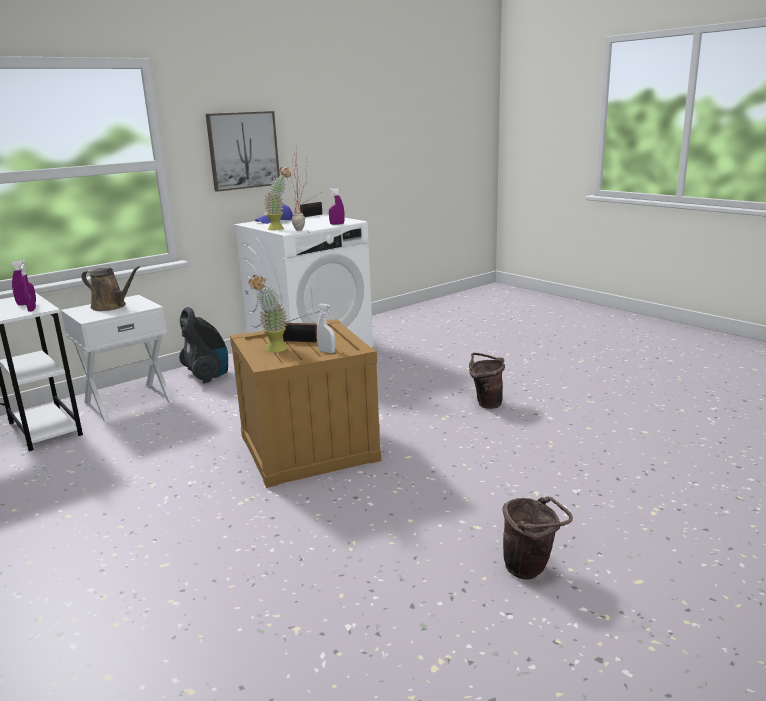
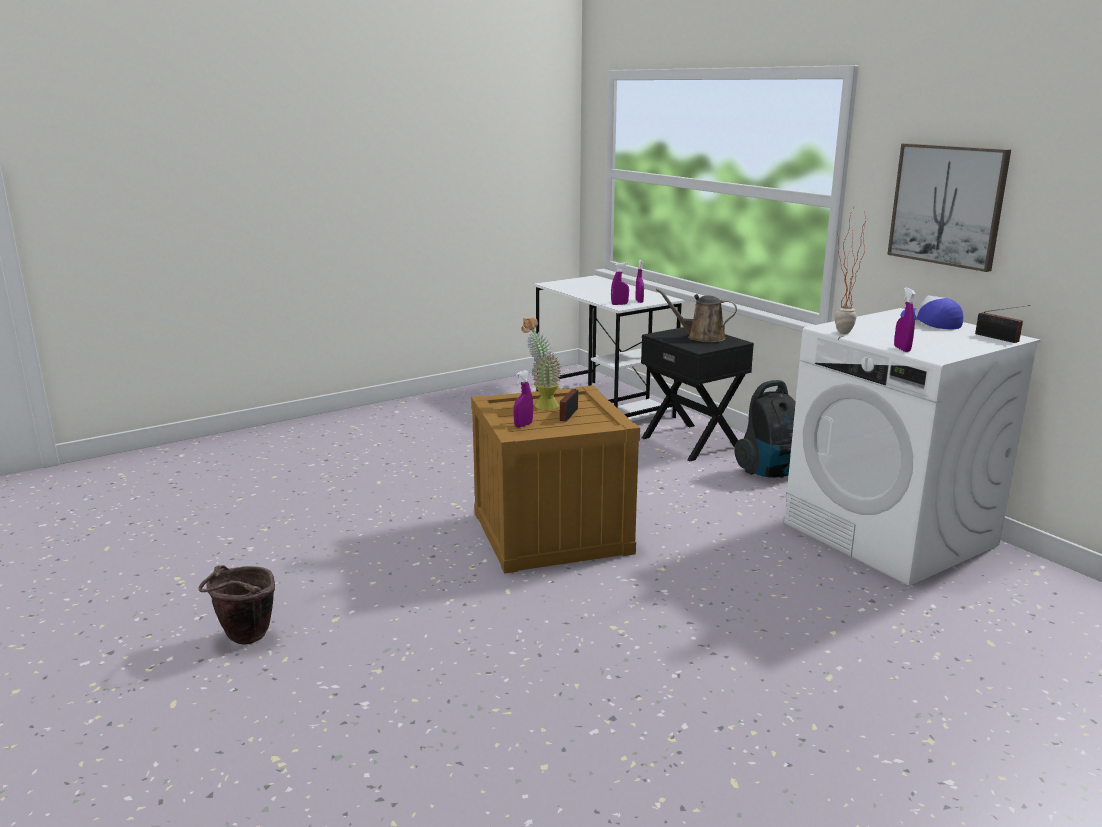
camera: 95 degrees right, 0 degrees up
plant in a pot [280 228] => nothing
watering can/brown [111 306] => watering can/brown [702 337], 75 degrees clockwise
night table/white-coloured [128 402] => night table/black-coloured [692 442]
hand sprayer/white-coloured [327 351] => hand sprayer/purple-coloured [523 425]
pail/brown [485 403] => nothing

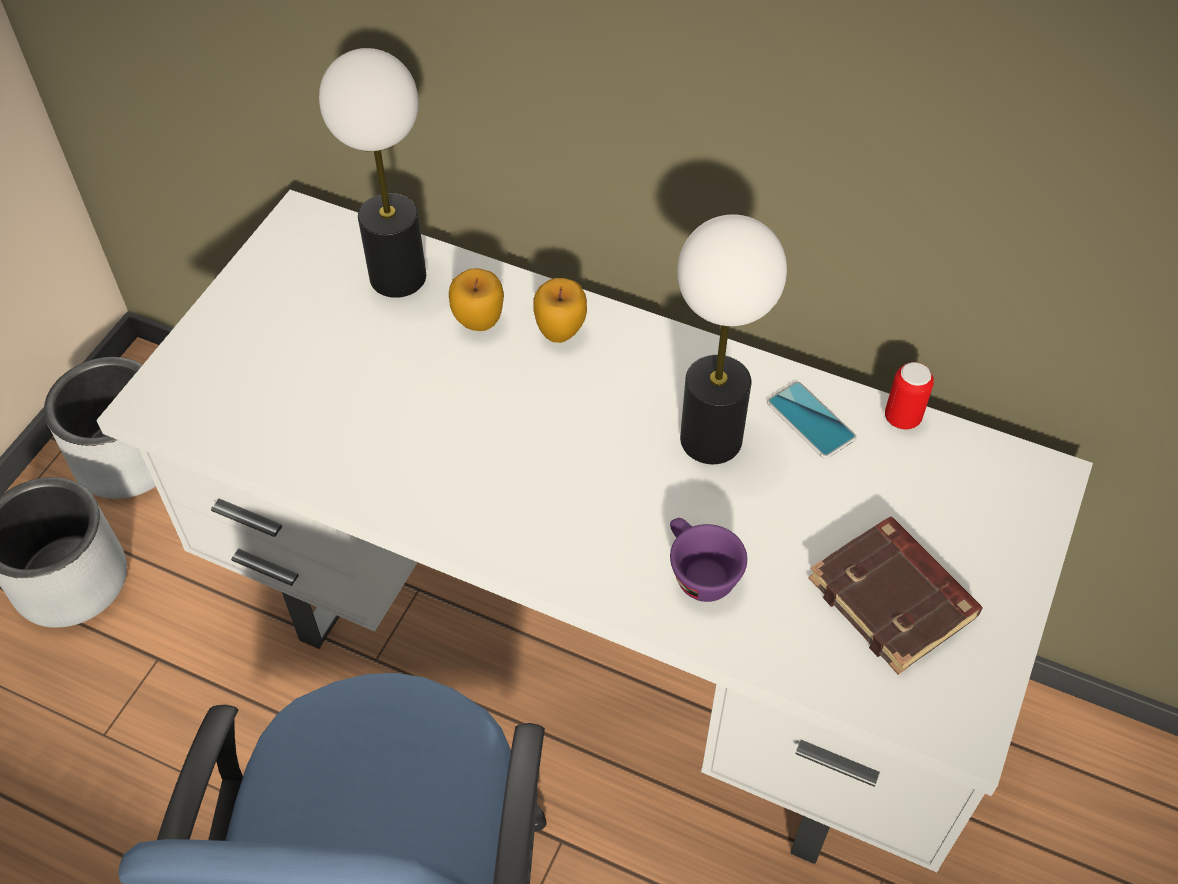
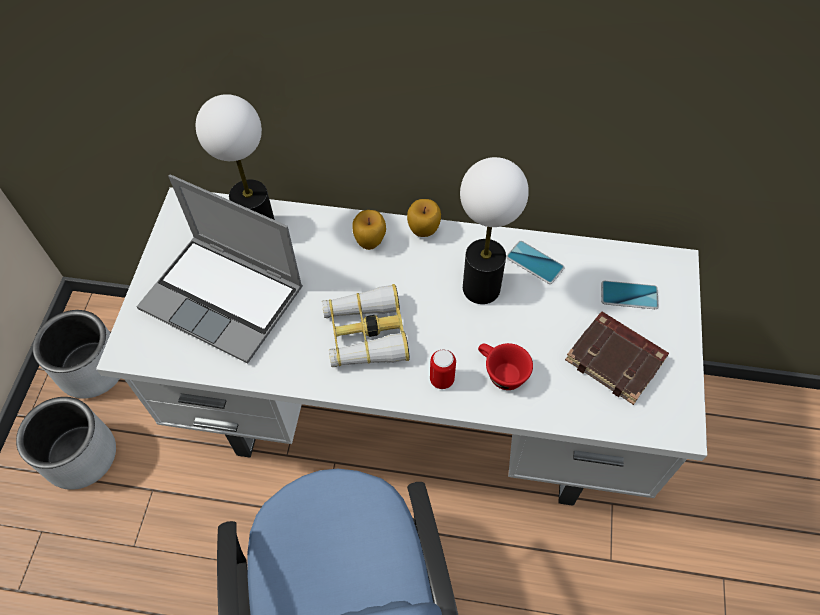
camera: 15 degrees left, 5 degrees up
whole apple [478 323] => whole apple [423 231], move
metal can [902 418] => metal can [442 379], move
drinking cup/purple-coloured [698 573] => drinking cup/red [500 373]
nothing => notebook computer [225 298]
nothing => telephone [629 295]
nothing => pair of binoculars [365 334]

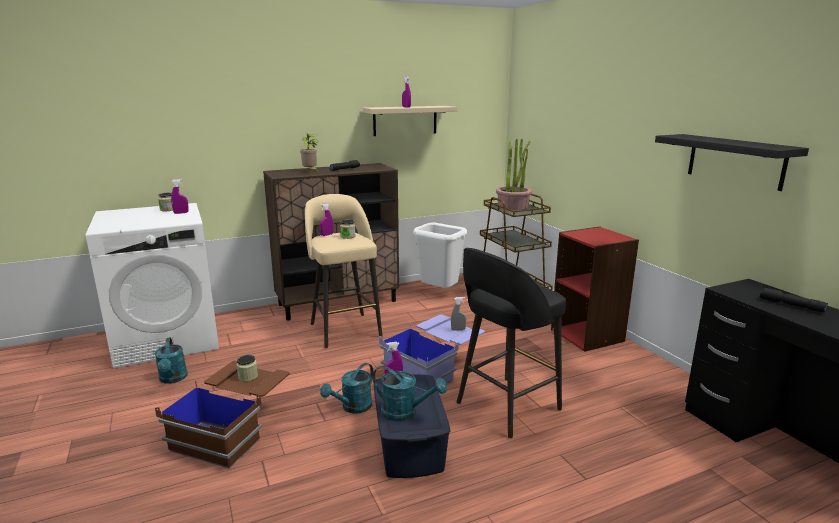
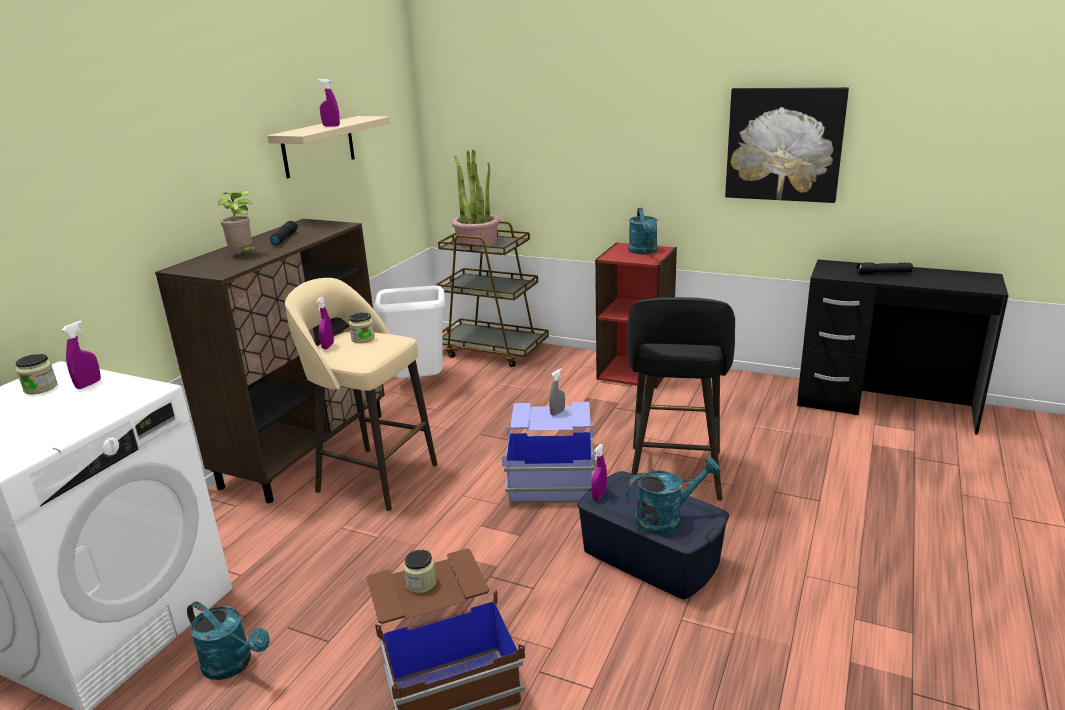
camera: 40 degrees left, 5 degrees up
bracket shelf/black-coloured [735 161] => picture [784 144]
watering can/blue-green [353 408] => watering can/blue-green [644 252], move

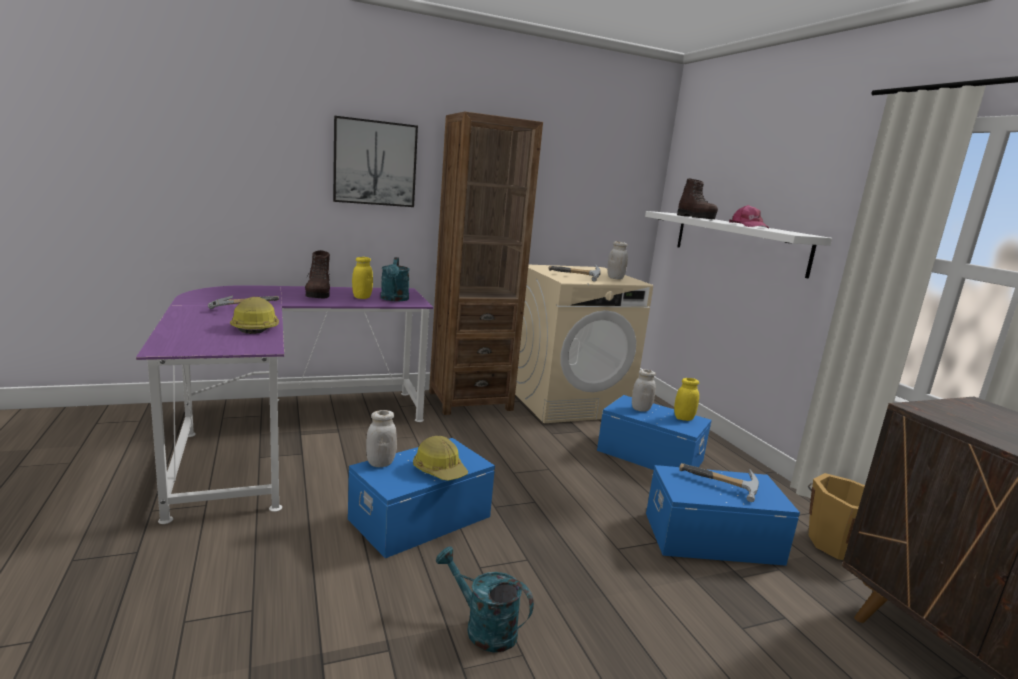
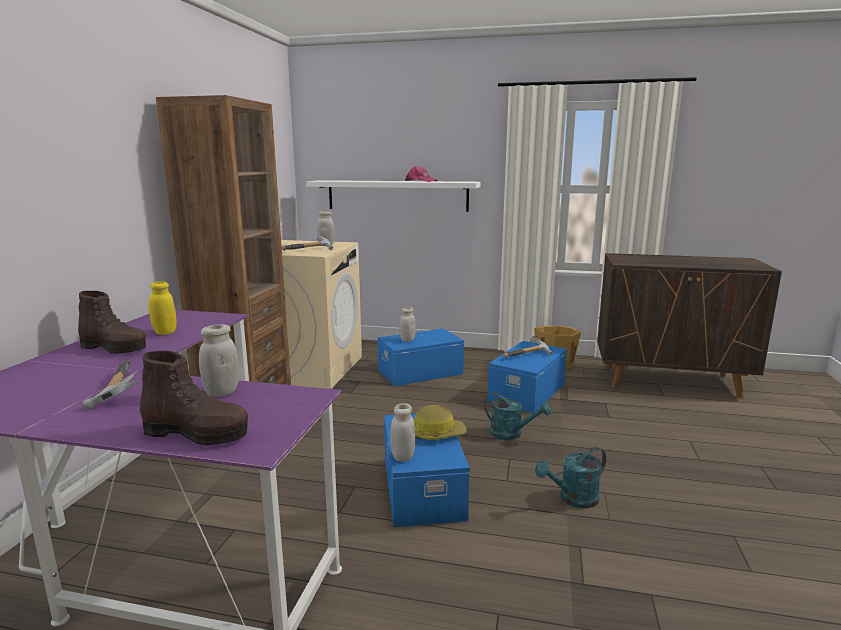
camera: 55 degrees left, 0 degrees up
picture [375 163] => nothing
tall boot/brown [696 217] => tall boot/brown [197 433], move
watering can/blue-green [394 299] => watering can/blue-green [511 434], move
hard hat [256 327] => storage jar/white-coloured [222 392]
storage jar/yellowish [683 418] => nothing

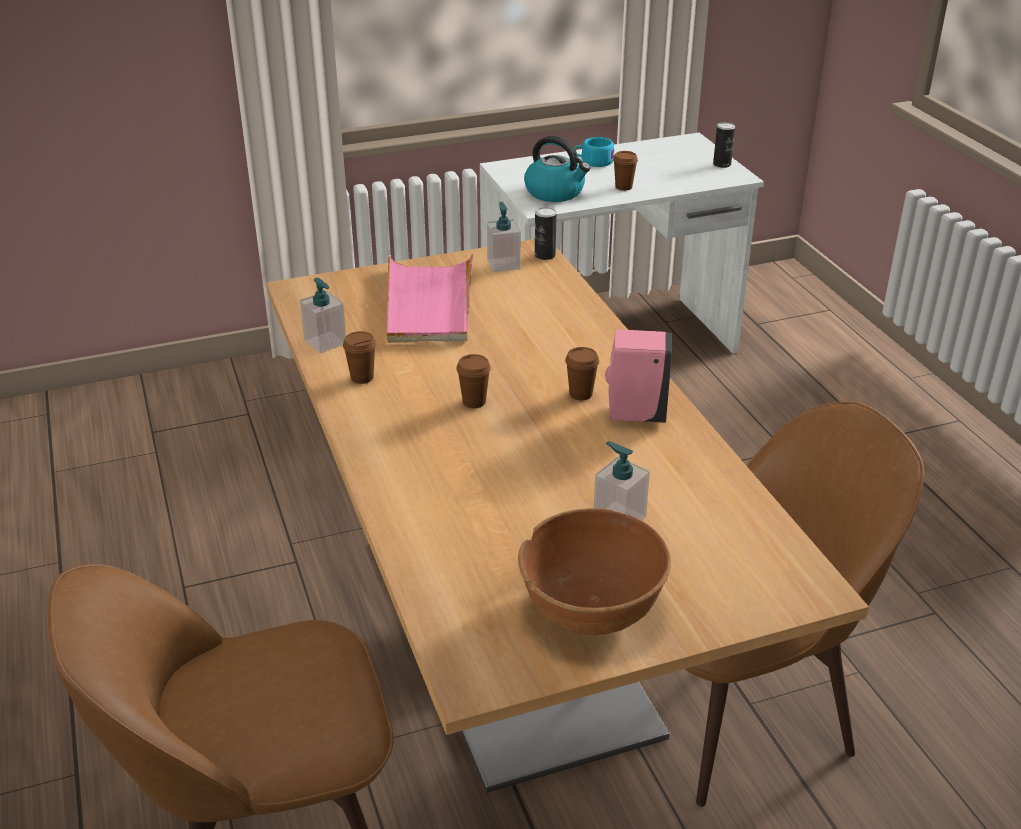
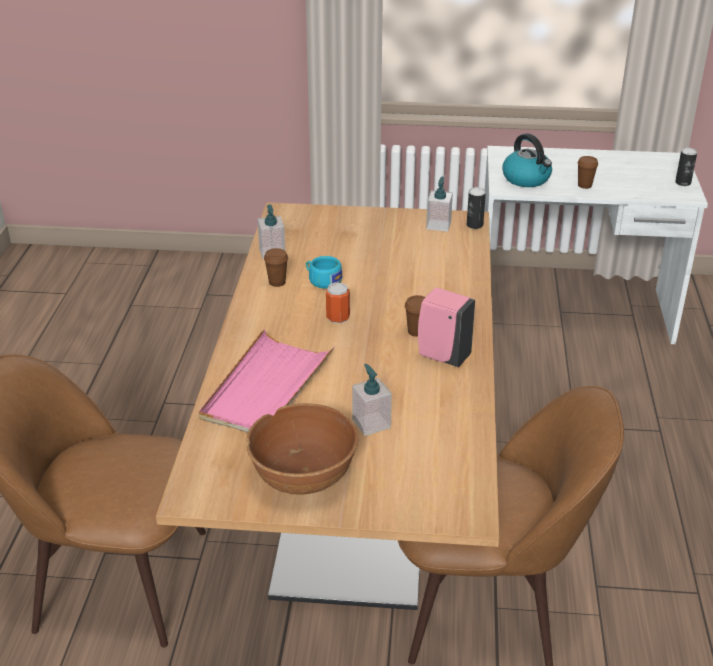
camera: 25 degrees right, 0 degrees up
drinking cup/blue-green [593 162] => drinking cup/blue-green [322 280], move
serving tray/pink-coloured [429 304] => serving tray/pink-coloured [267 388], move
drinking cup/brown [474 402] => metal can [338 317]

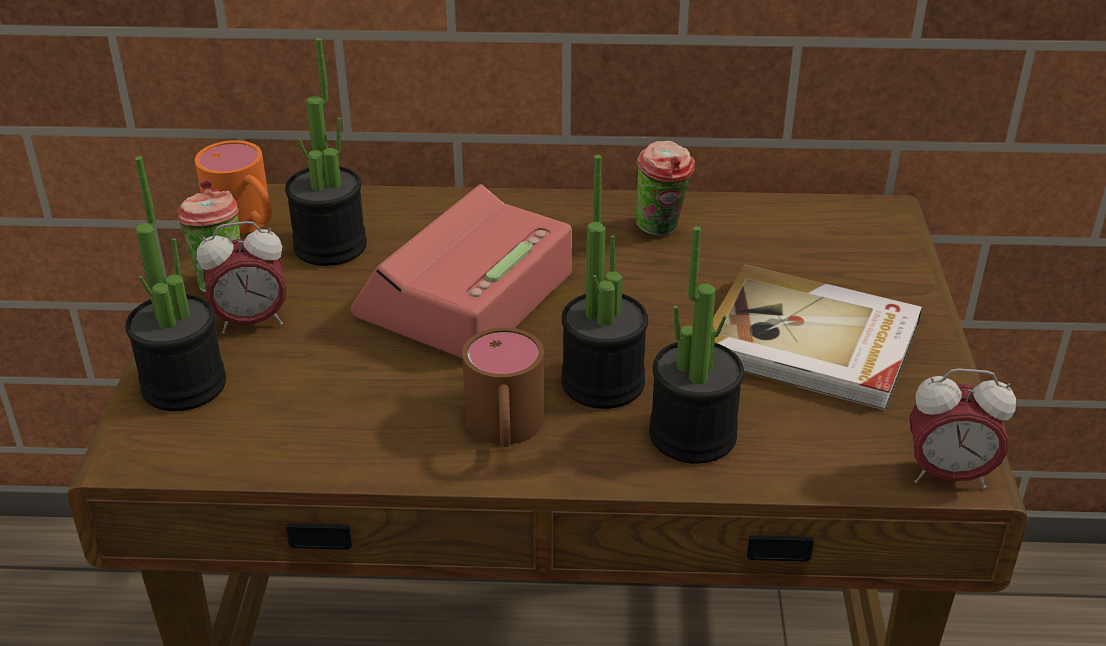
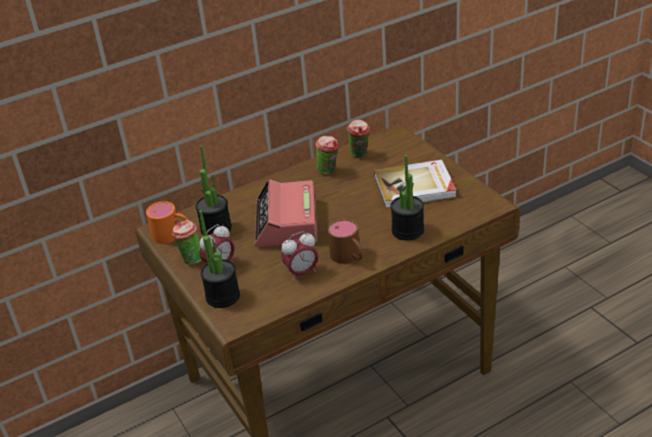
camera: 30 degrees left, 0 degrees up
plant in a pot [603 382] => nothing
table clock [948 475] => table clock [302 273], move
nothing => drinking cup [360 155]

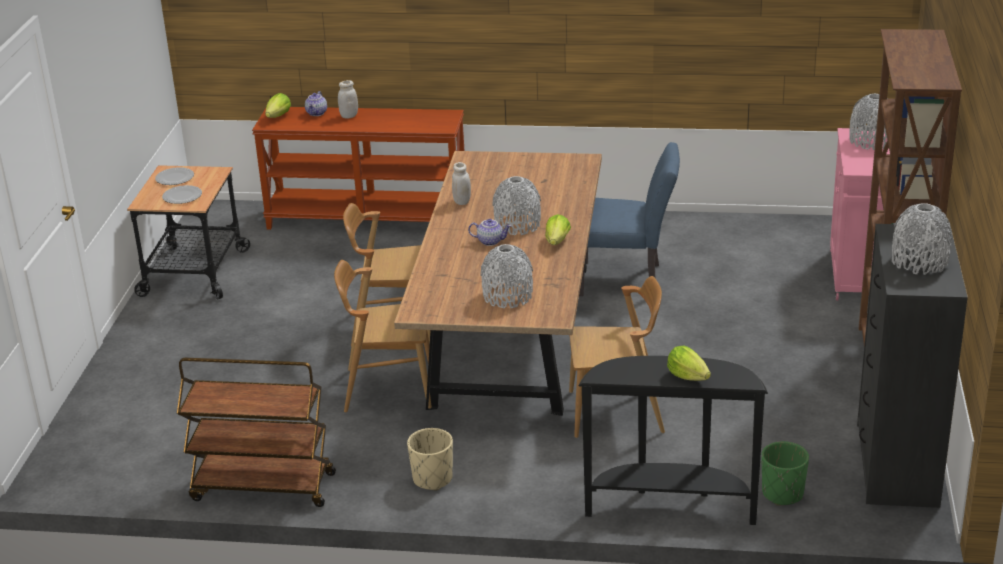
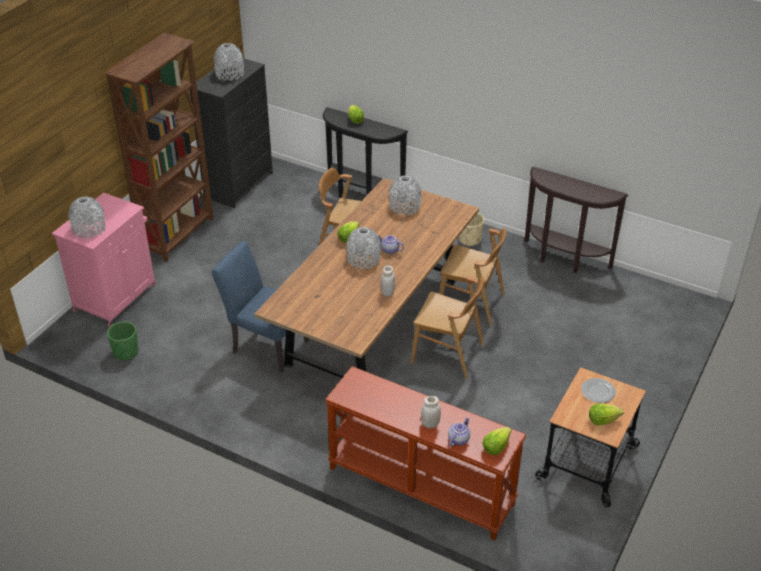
camera: 160 degrees left, 10 degrees up
plate [175 178] => lettuce [602 420]
trolley/brown [262 487] => hall table/brown [564 260]
planter/green-coloured [782 493] => planter/green-coloured [126 352], move

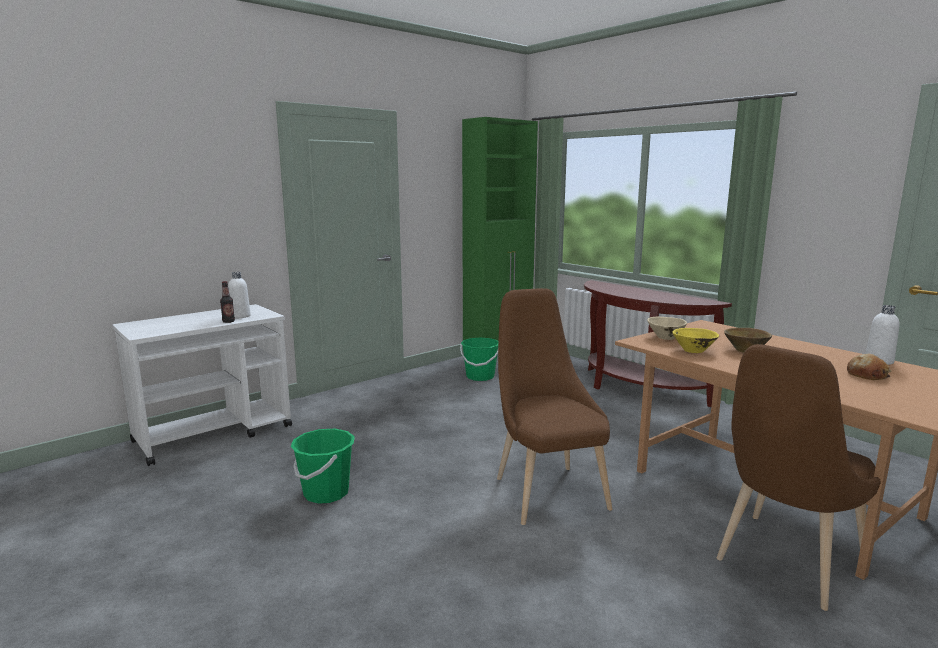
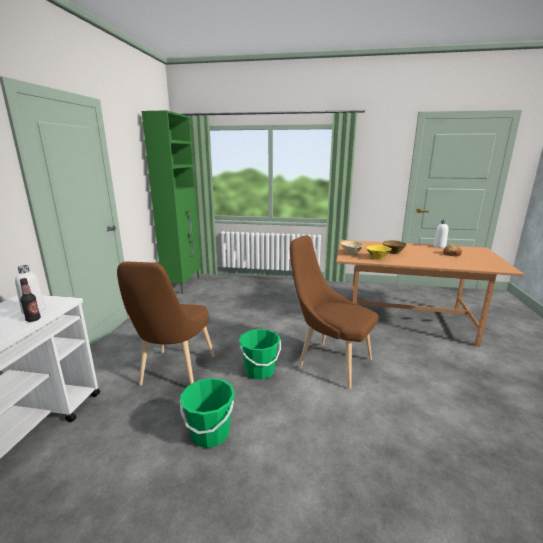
camera: 40 degrees left, 5 degrees up
hall table/brown [635 390] => nothing
pail/green-coloured [480 376] => pail/green-coloured [260 371], move
upright chair/brown [784 564] => upright chair/brown [175 373], move

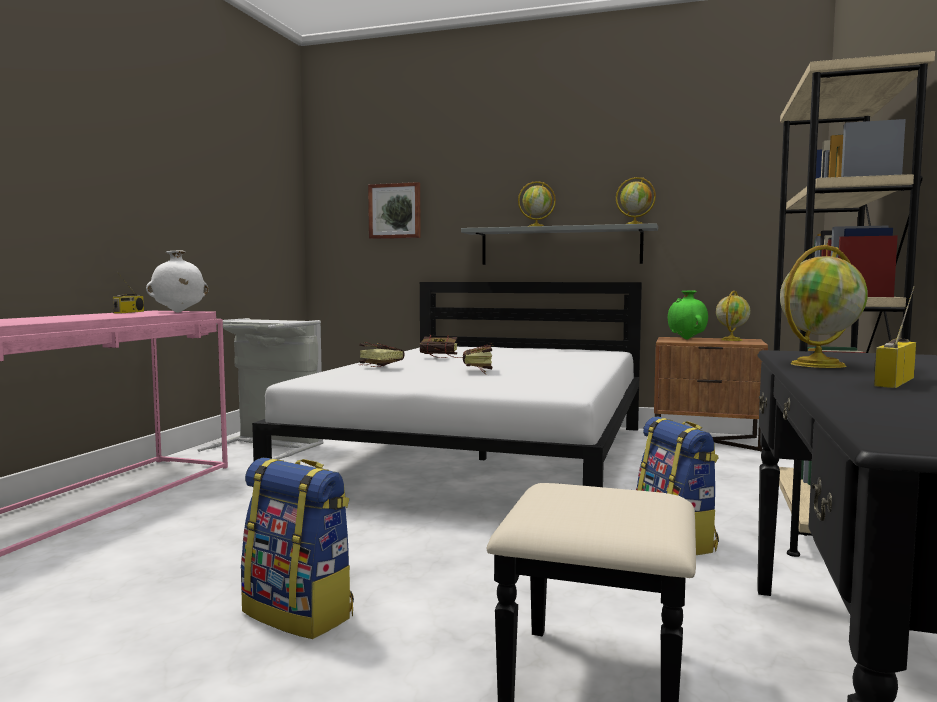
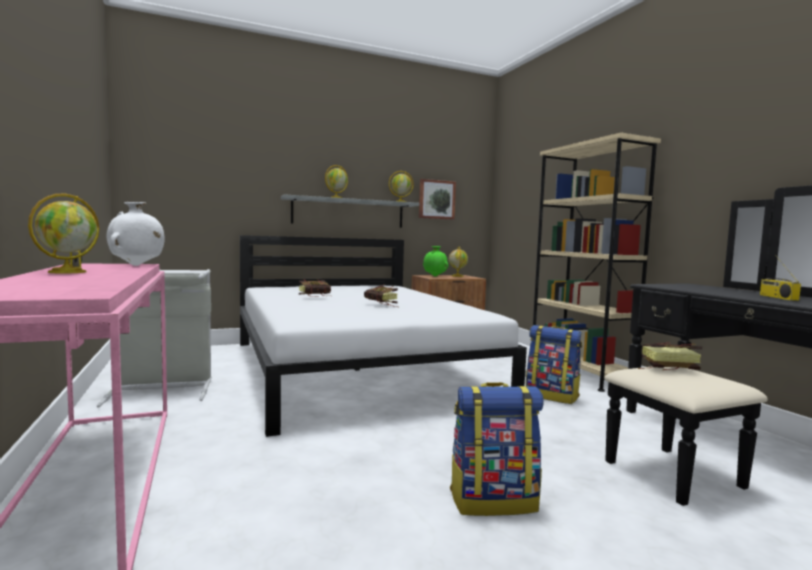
camera: 40 degrees left, 0 degrees up
picture [395 211] => picture [436 199], move
desk globe [818 364] => desk globe [68 272], move
volume [378 366] => volume [663 368], move

